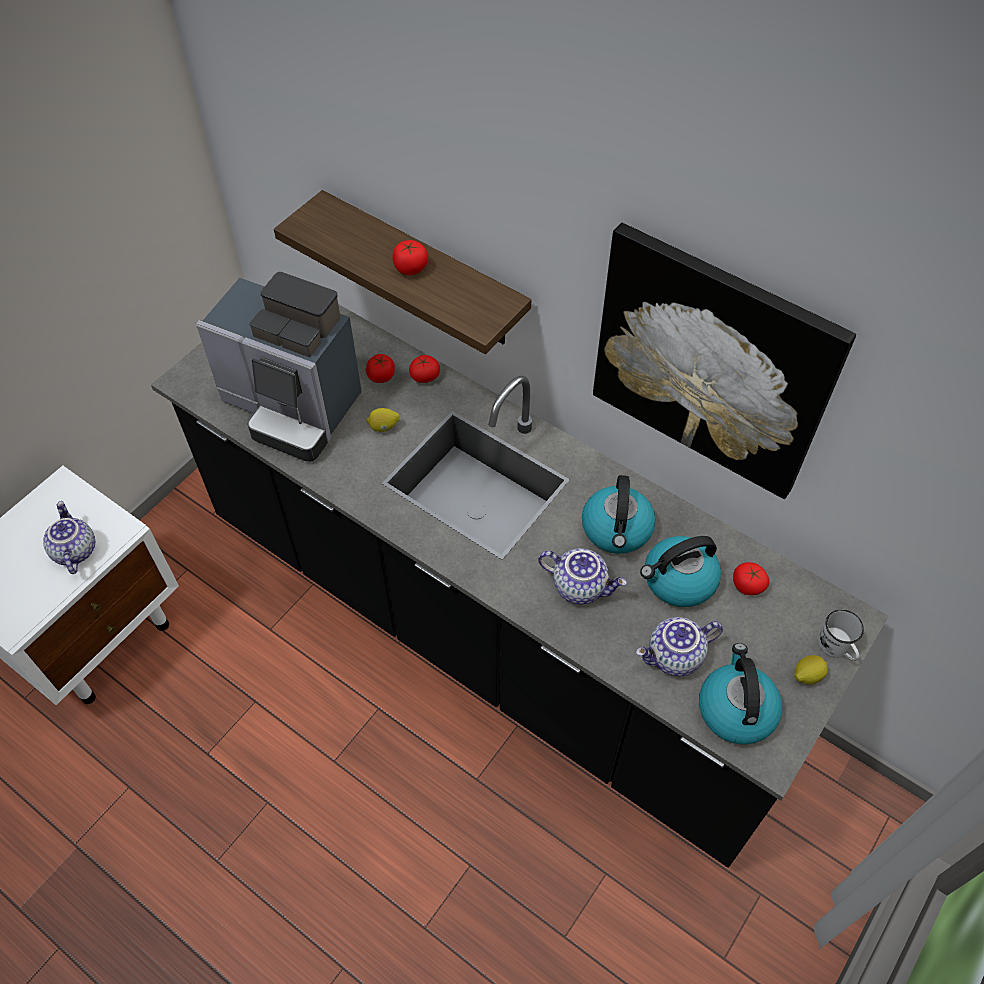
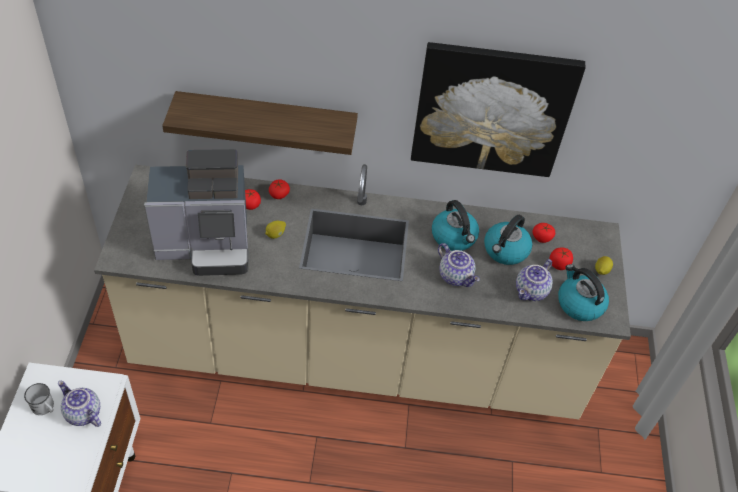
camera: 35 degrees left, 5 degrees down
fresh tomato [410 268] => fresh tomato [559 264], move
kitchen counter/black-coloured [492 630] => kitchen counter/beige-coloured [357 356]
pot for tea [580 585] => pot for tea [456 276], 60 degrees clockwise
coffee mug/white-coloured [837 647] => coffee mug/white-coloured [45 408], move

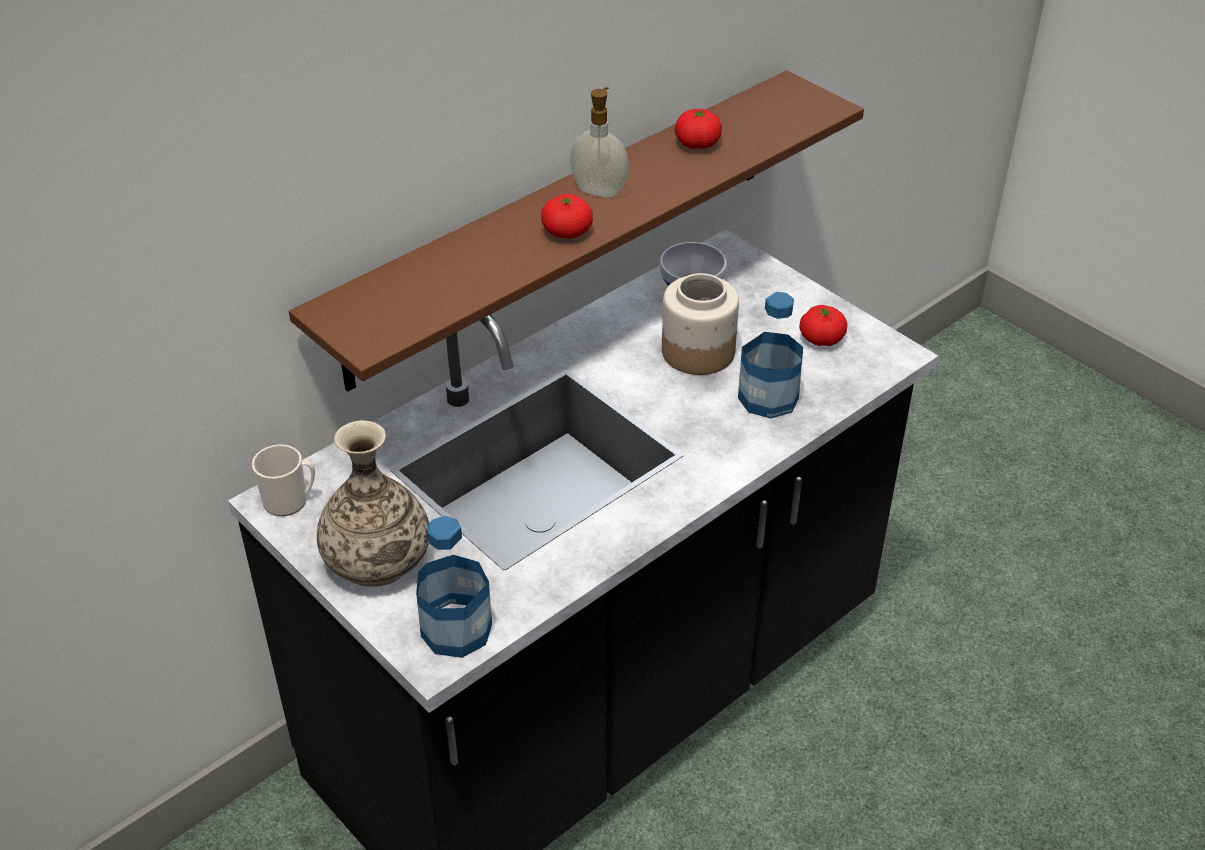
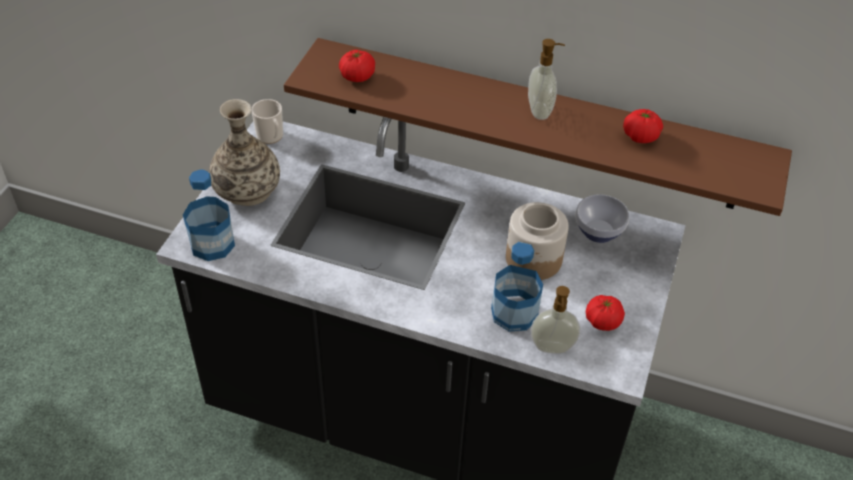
camera: 60 degrees right, 5 degrees up
fresh tomato [567 232] => fresh tomato [357 76], move
nothing => soap bottle [552 348]

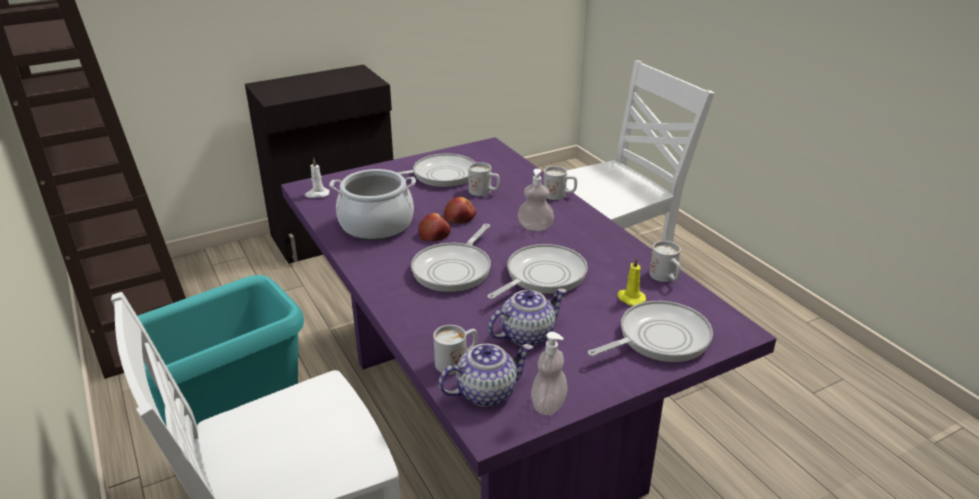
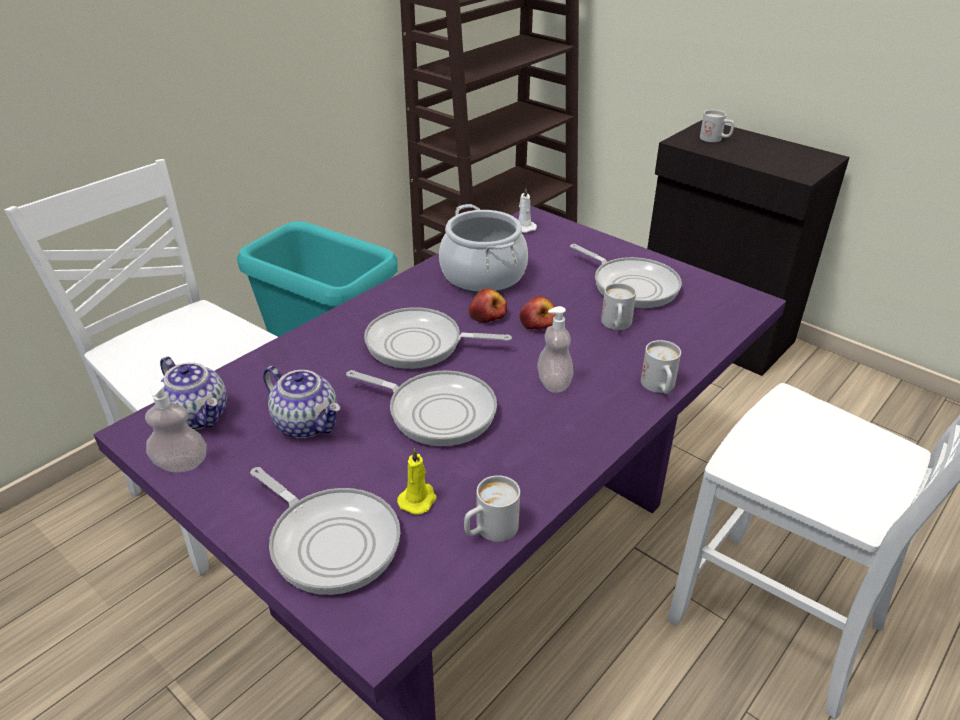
camera: 70 degrees right, 5 degrees up
coffee mug/white-coloured [457 361] => coffee mug/white-coloured [715 139], move

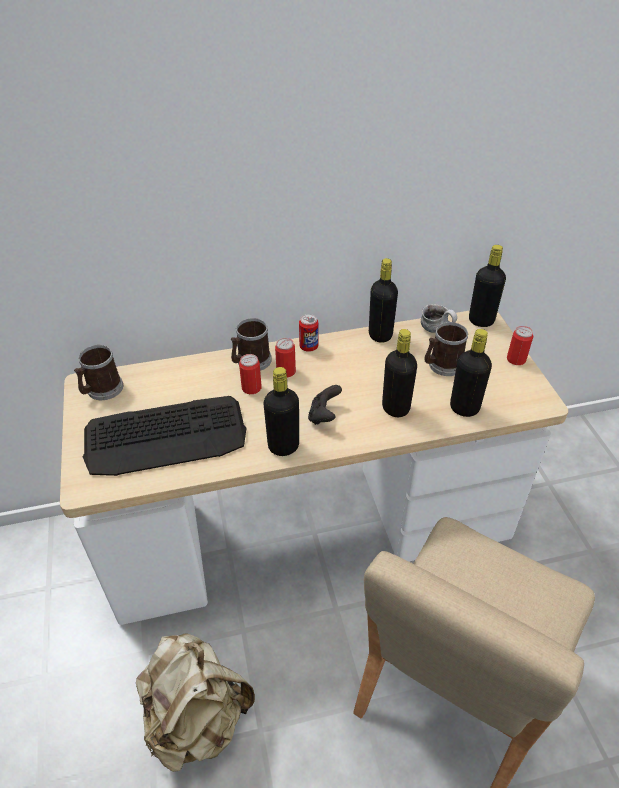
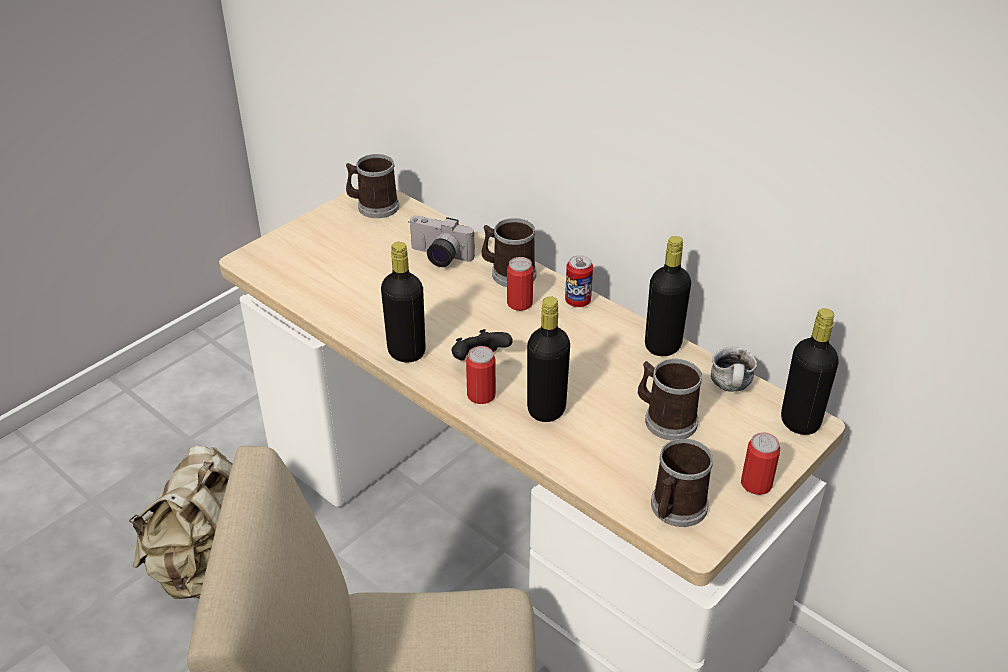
camera: 55 degrees right, 5 degrees down
bottle/black-coloured [464 408] => nothing
metal can [251 388] => metal can [481 395], move
computer keyboard [166 437] => nothing
nothing => still camera [438 257]
nothing => coffee mug [675 509]

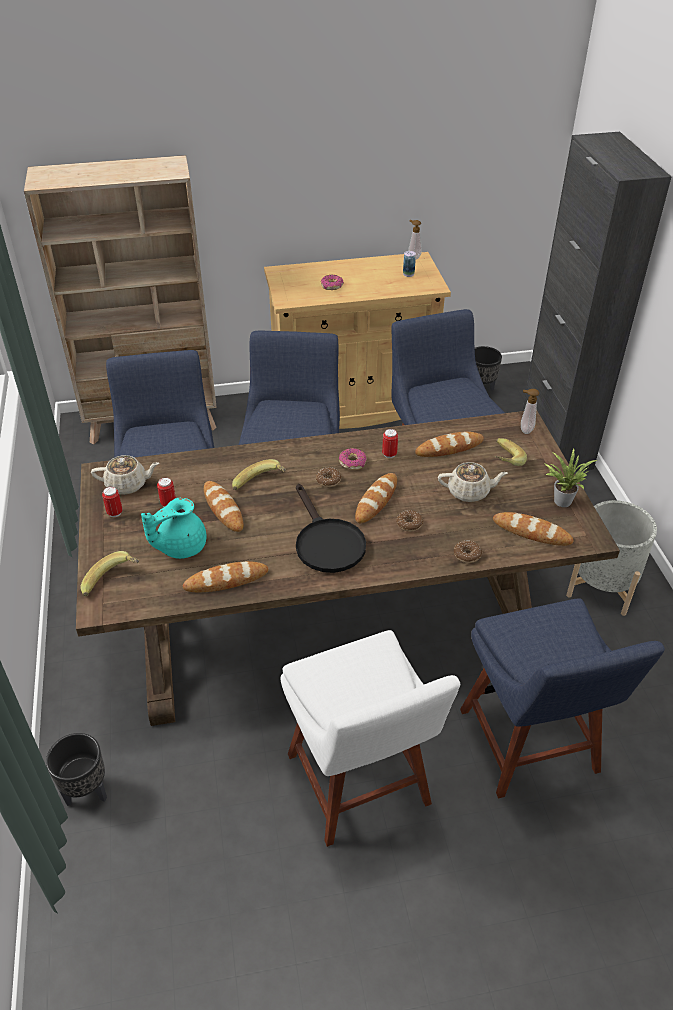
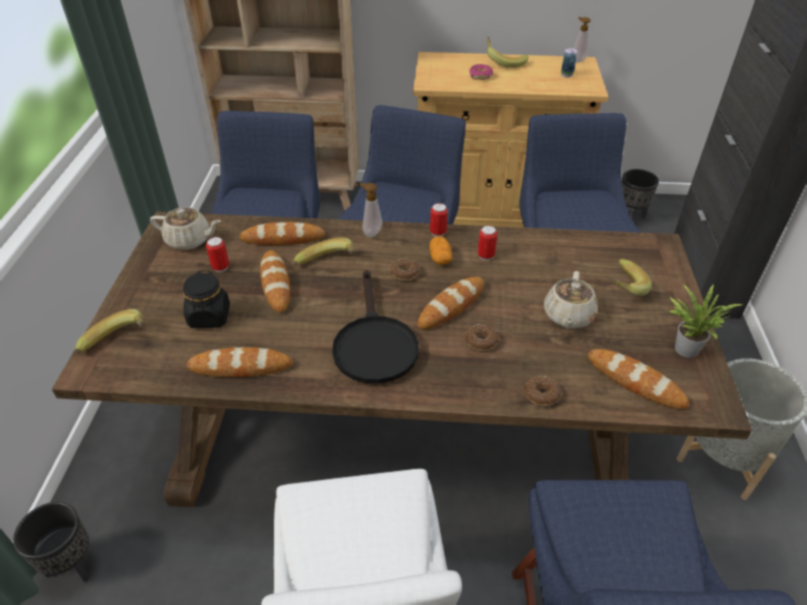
camera: 15 degrees right, 0 degrees up
soap bottle [524 430] => soap bottle [371 232], move
bakery bread [449 448] => bakery bread [283 238], move
doughnut [352 462] => whole potato [440 258]
pot for tea/beige-coloured [469 492] => pot for tea/beige-coloured [568 316], 90 degrees clockwise
metal can [115 512] => metal can [438 233], move
pot for tea/blue-green [180 546] => storage jar/black-coloured [209 317]
nothing => whole banana [504 62]

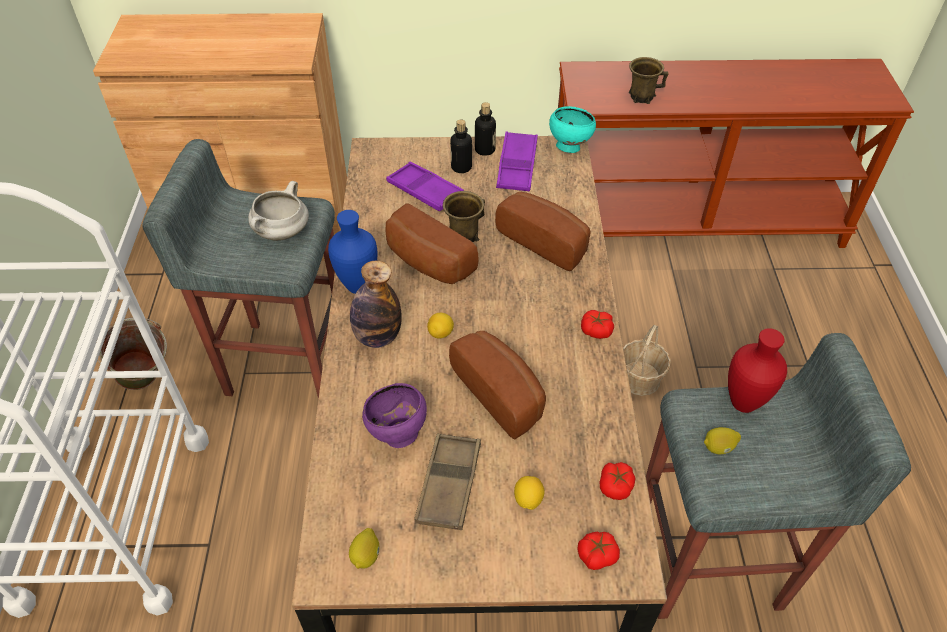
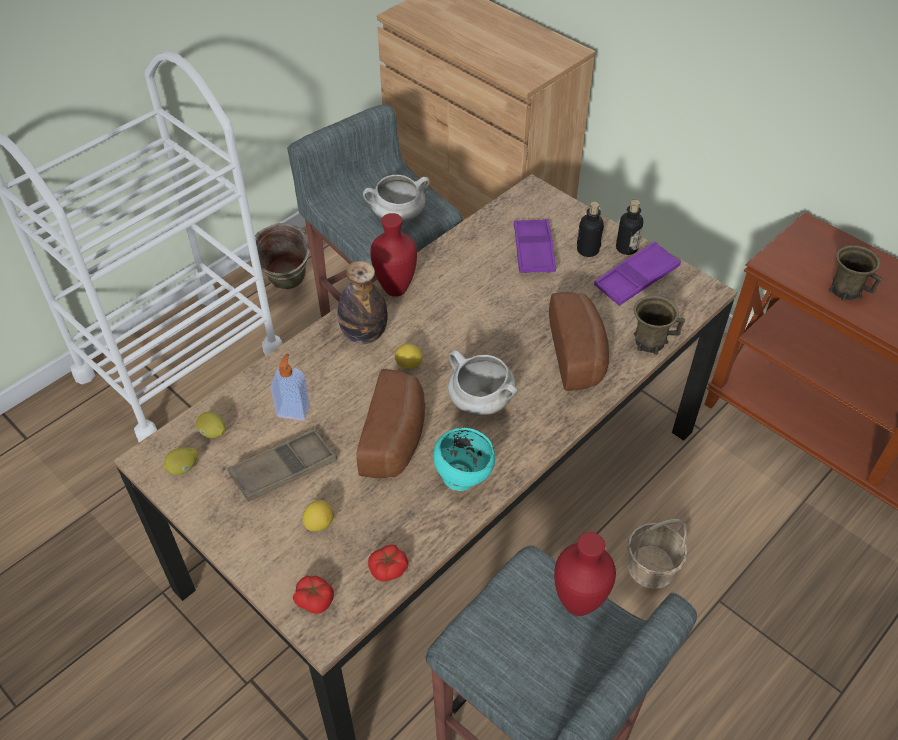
camera: 45 degrees right, 0 degrees up
serving bowl/blue-green [569 147] => serving bowl/blue-green [462 477], move
coffee mug/brown [463 234] => coffee mug/brown [649 341], move
bakery bread [426 262] => nothing
decorative vase/blue [358 285] => decorative vase/red [397 289]
fresh tomato [596 330] => nothing
serving bowl/purple-coloured [397 435] => soap bottle [293 410]
lemon [718 447] => lemon [213 433], move
nothing => cooking pot/white-coloured [479 402]

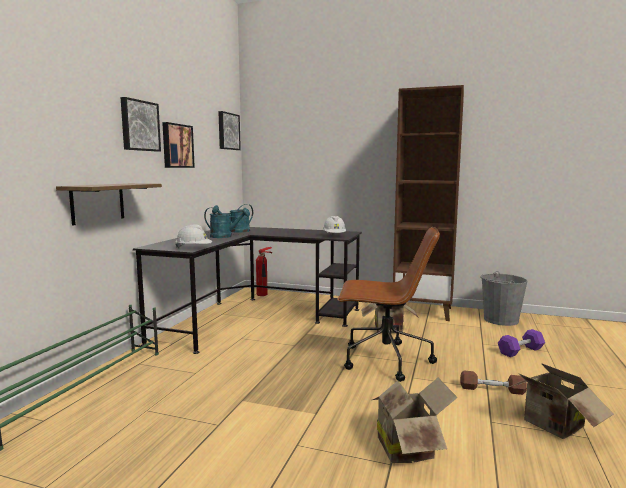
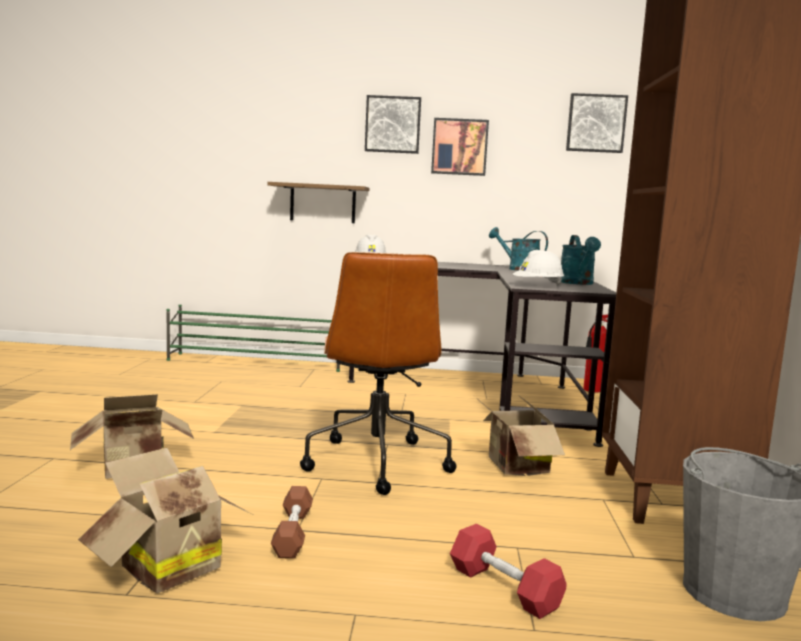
camera: 75 degrees right, 0 degrees up
watering can/blue-green [225 236] => watering can/blue-green [578 283], move
hand weight/purple-coloured [520 351] => hand weight/red [504 588]

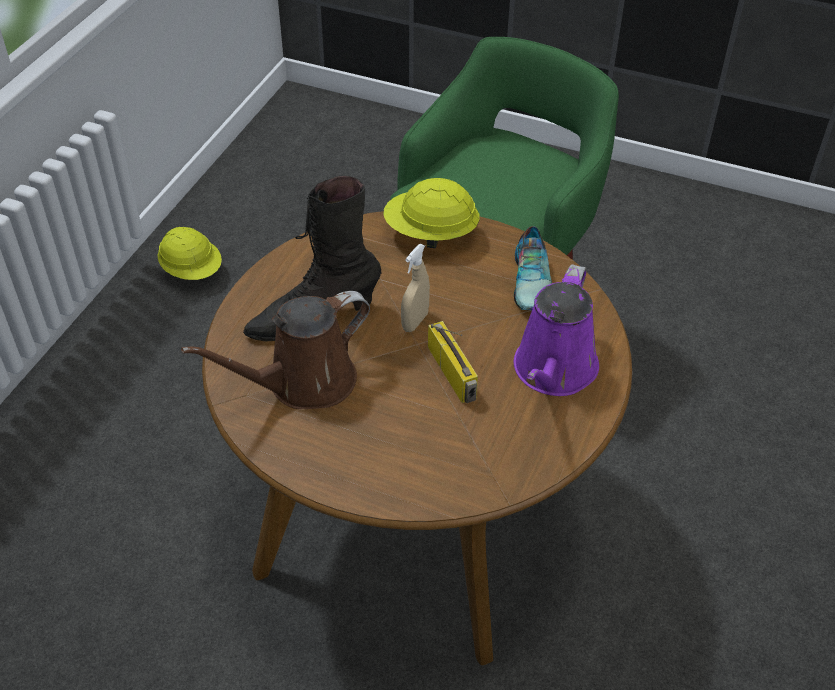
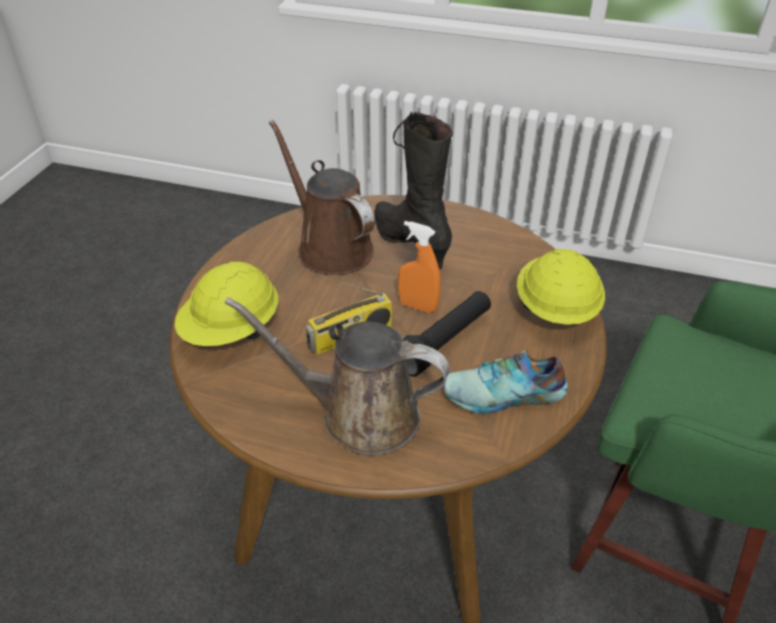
camera: 85 degrees right, 5 degrees down
hard hat/yellowish [192 271] => hard hat/yellowish [232 331], move
hand sprayer/beige-coloured [415 322] => hand sprayer/orange-coloured [418 306]
watering can/purple-coloured [553 372] => watering can/brown [359 415]
nothing => torch/black-coloured [444 342]

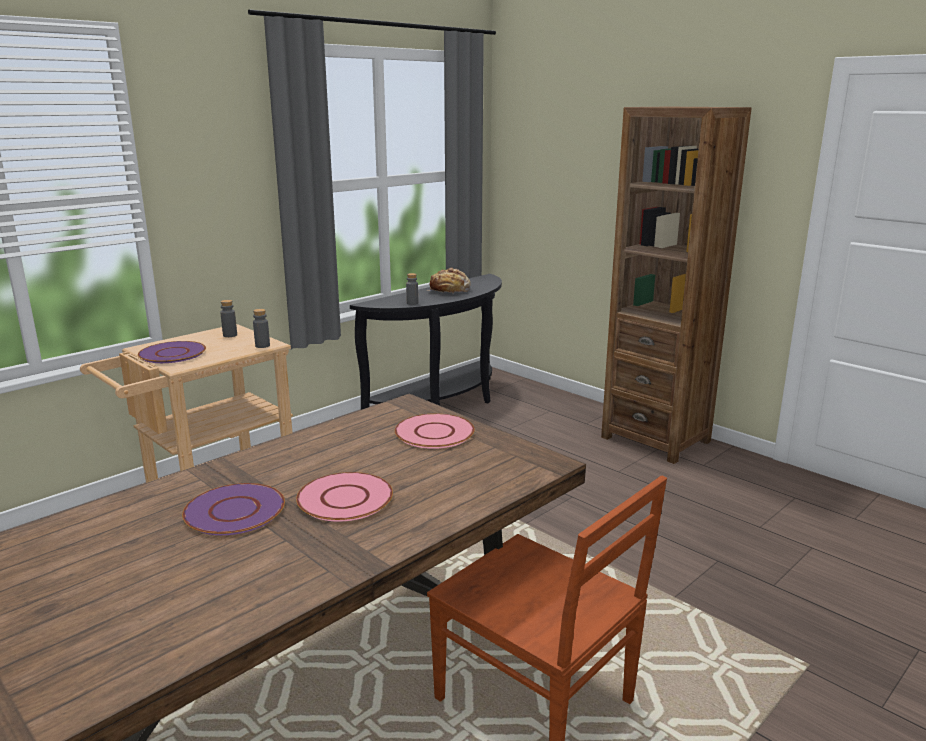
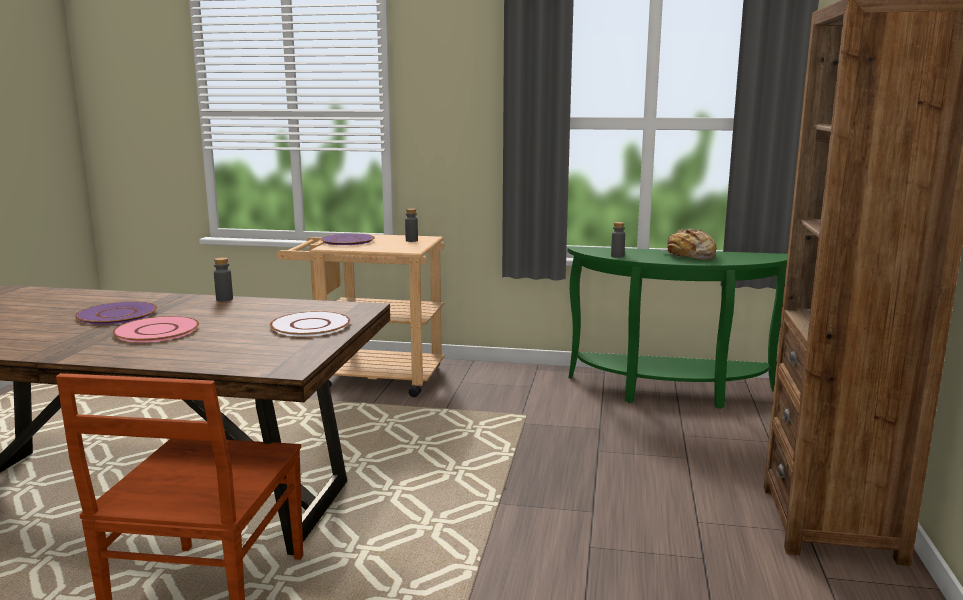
camera: 55 degrees right, 5 degrees down
hall table/black-coloured [443 405] => hall table/green-coloured [670 393]
bottle/gray [262 346] => bottle/gray [224 299], move
plate/pink-coloured [434 432] => plate/white-coloured [310 325]

